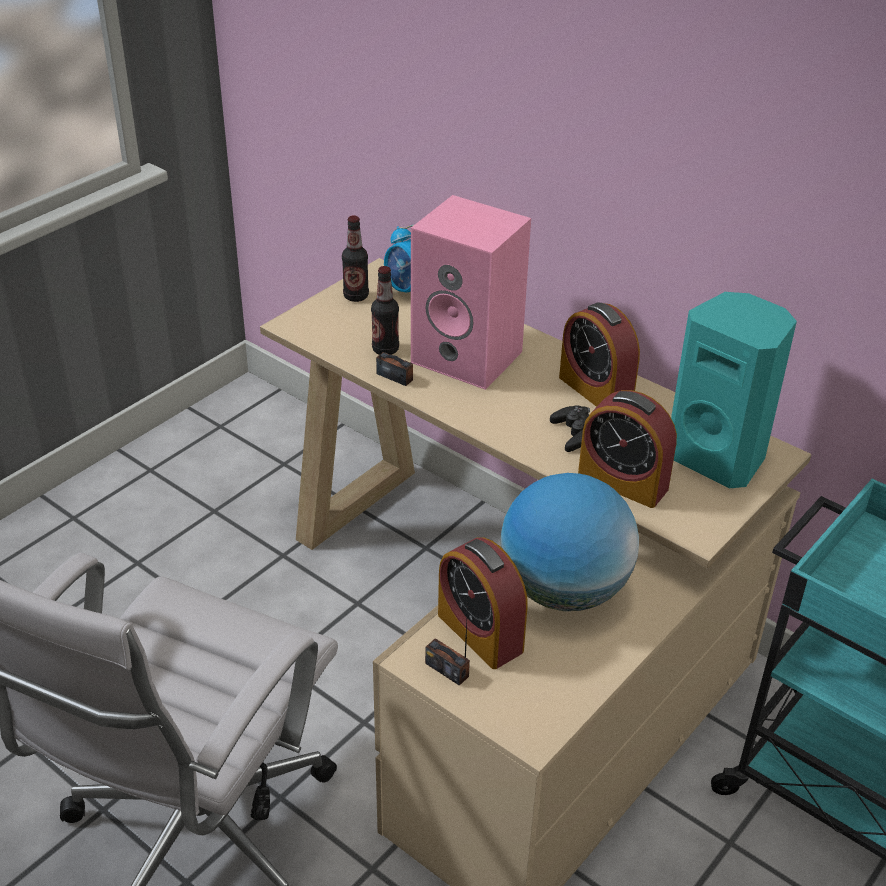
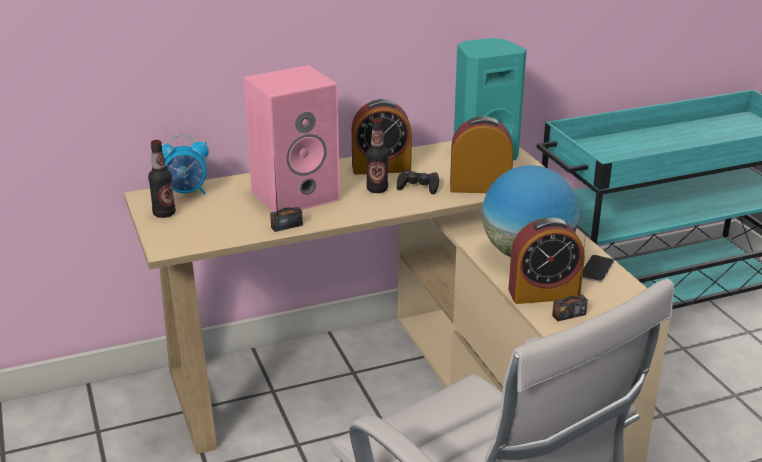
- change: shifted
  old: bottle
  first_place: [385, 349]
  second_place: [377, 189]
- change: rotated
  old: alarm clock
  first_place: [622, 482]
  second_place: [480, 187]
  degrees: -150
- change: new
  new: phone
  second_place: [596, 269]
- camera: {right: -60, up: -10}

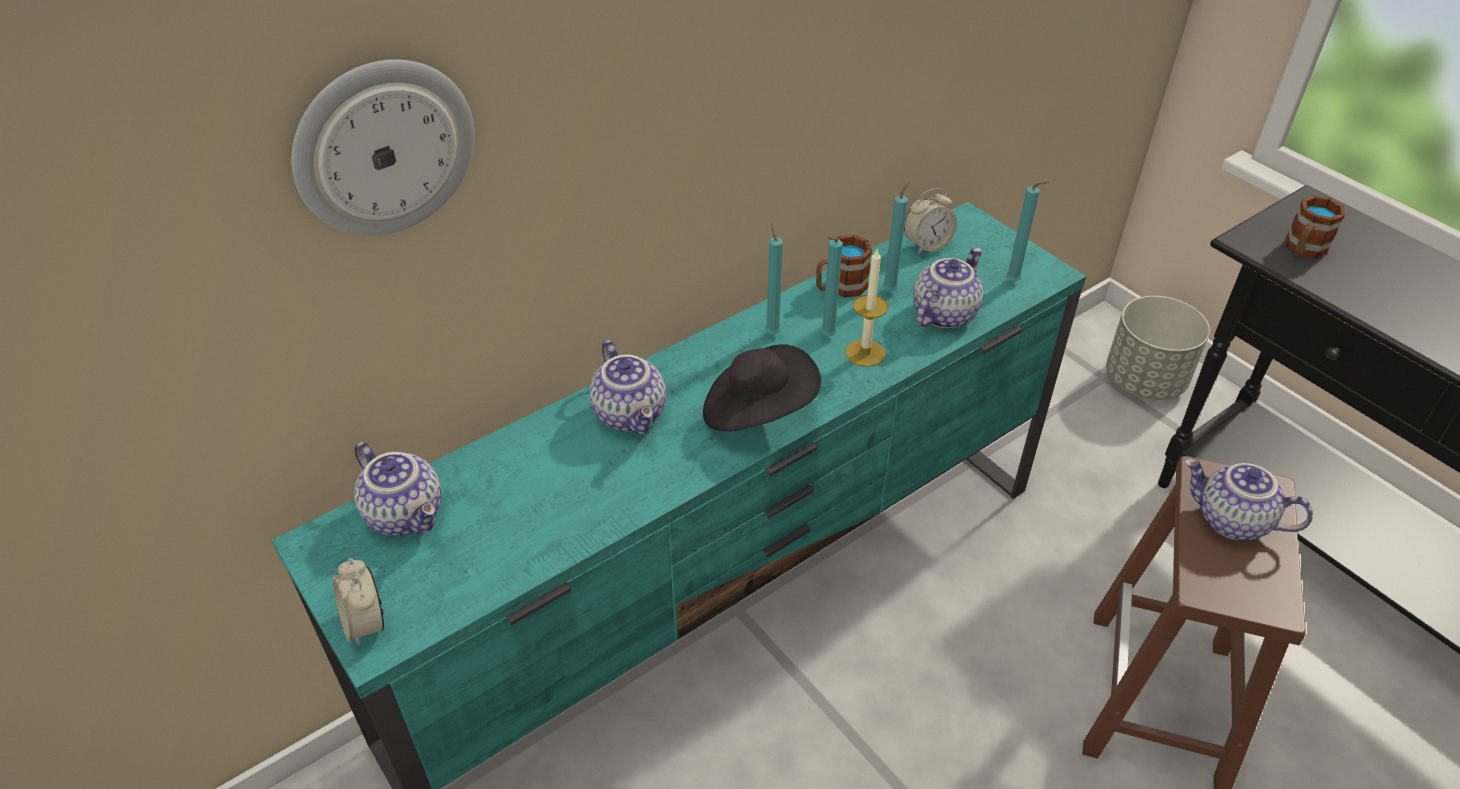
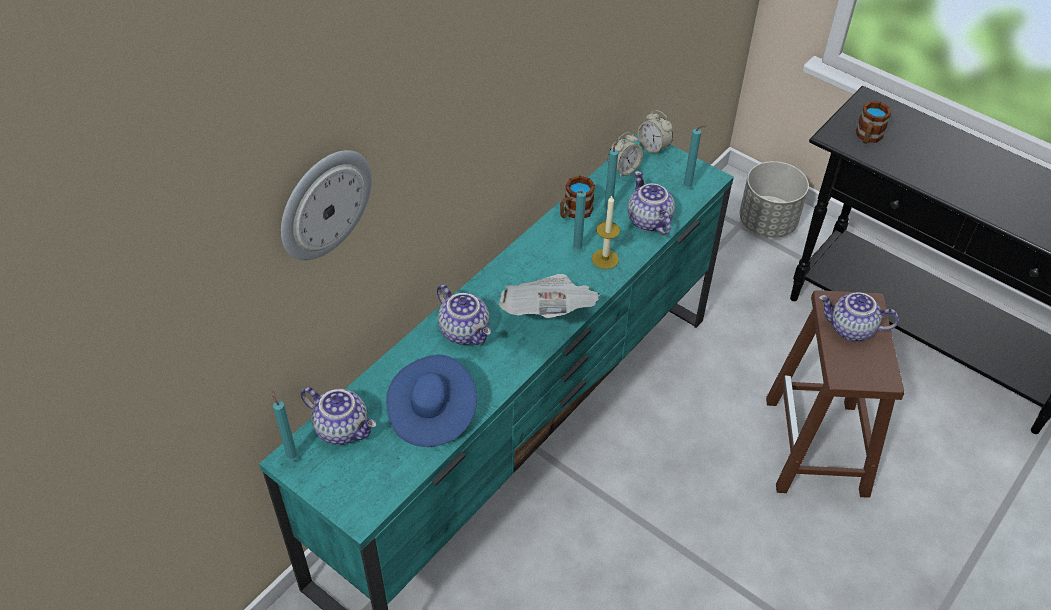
- change: shifted
  old: turquoise candle
  first_place: [772, 332]
  second_place: [292, 457]
- change: new
  new: blue hat
  second_place: [432, 413]
- change: swapped
  old: black hat
  new: newspaper
  first_place: [758, 411]
  second_place: [548, 313]
- change: rotated
  old: teapot
  first_place: [943, 313]
  second_place: [647, 220]
  degrees: -45
- change: shifted
  old: alarm clock
  first_place: [366, 623]
  second_place: [653, 147]
- camera: {right: -15, up: 5}

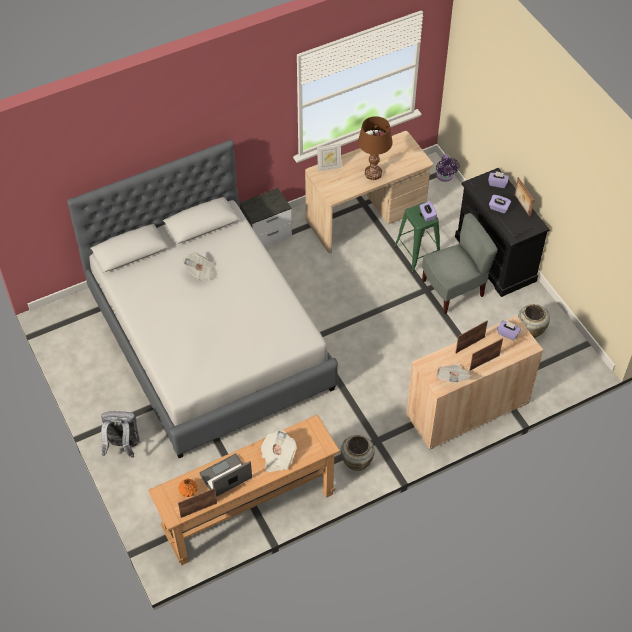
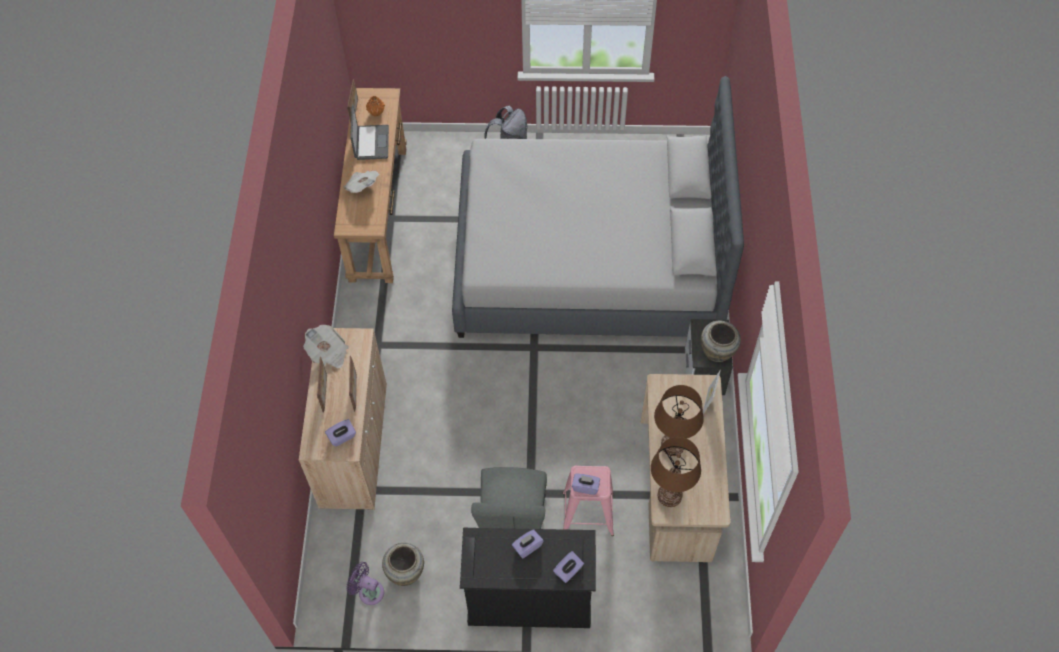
- change: shifted
  old: purple fan
  first_place: [445, 176]
  second_place: [368, 591]
- change: repainted
  old: green stool
  new: pink stool
  first_place: [417, 253]
  second_place: [588, 513]
- change: new
  new: brown table lamp
  second_place: [669, 495]
- change: shifted
  old: beige vase
  first_place: [357, 461]
  second_place: [717, 353]
- change: gone
  old: newspaper
  first_place: [202, 273]
- change: gone
  old: picture frame
  first_place: [521, 206]
- camera: {right: 120, up: 5}

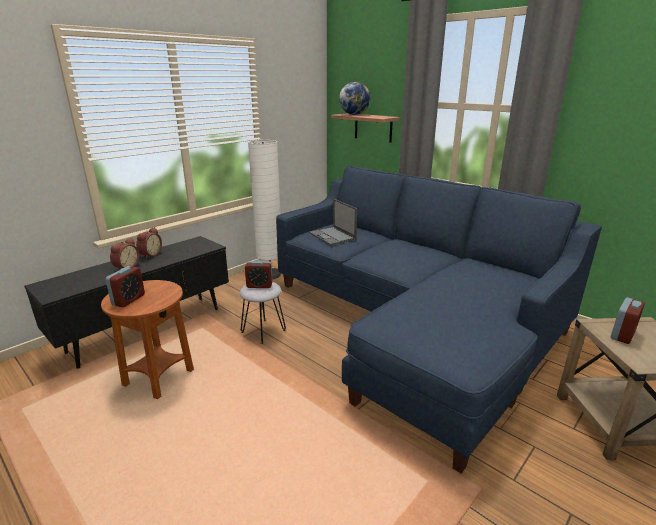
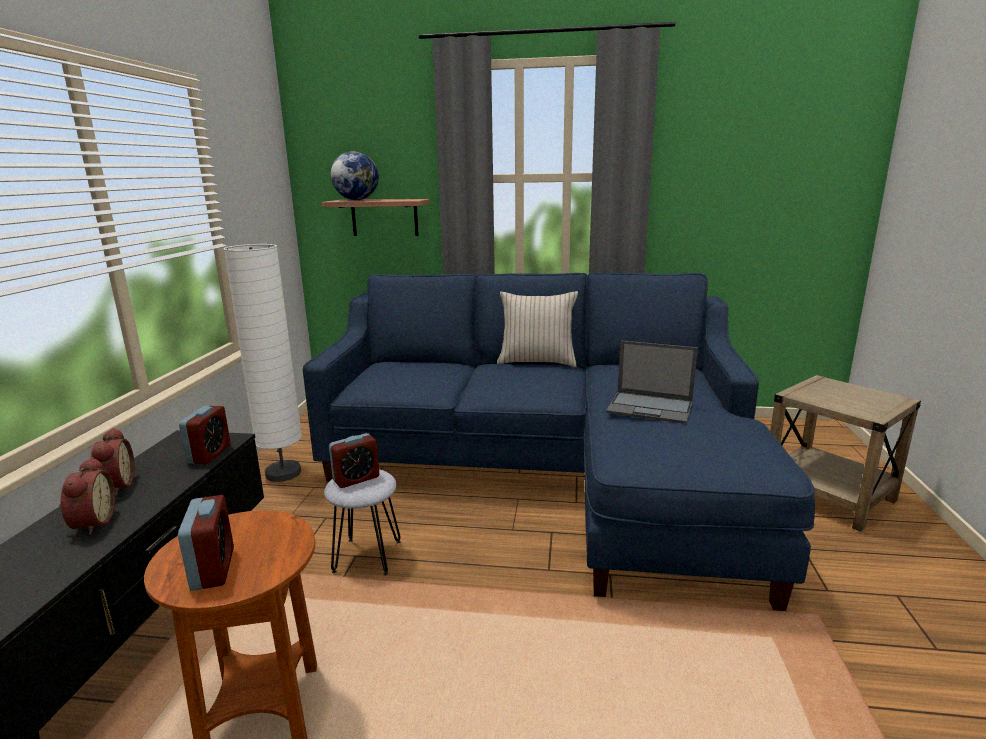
- change: shifted
  old: alarm clock
  first_place: [622, 335]
  second_place: [209, 454]
- change: new
  new: beige pillow
  second_place: [537, 362]
- change: shifted
  old: laptop
  first_place: [332, 236]
  second_place: [651, 407]
- camera: {right: -35, up: -5}

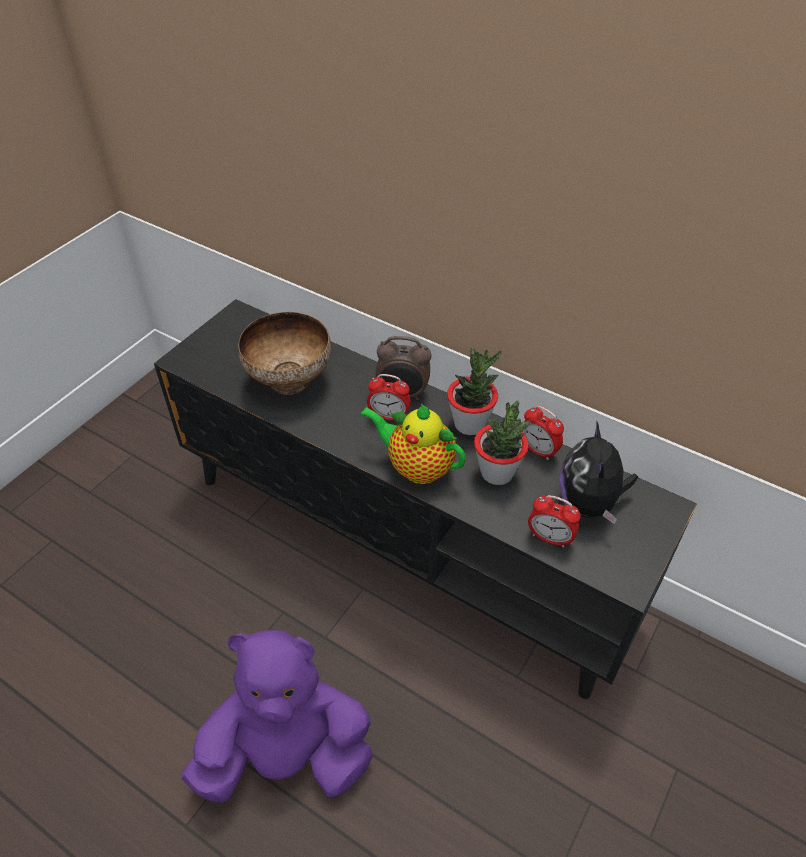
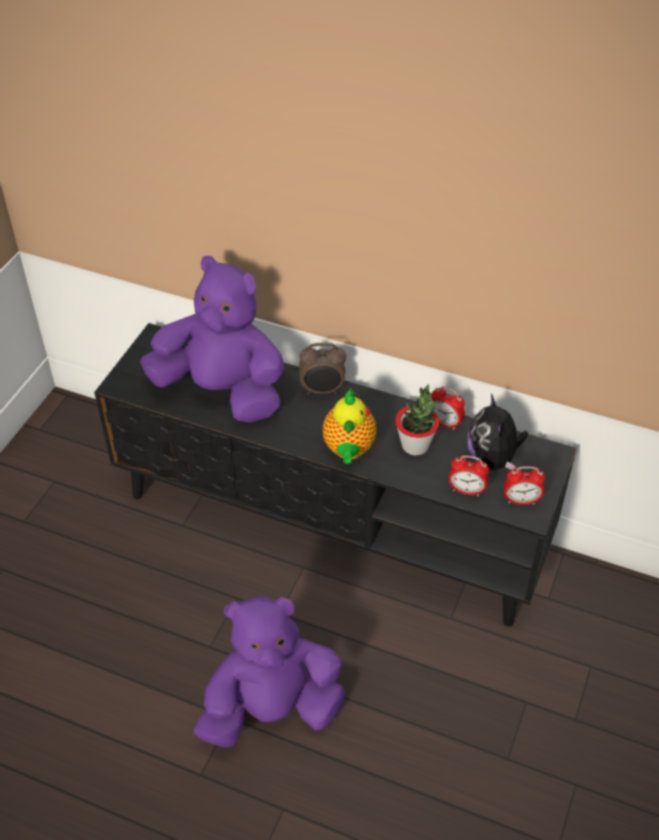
- change: swapped
  old: bowl
  new: purple plush toy
  first_place: [291, 381]
  second_place: [222, 391]
- change: rotated
  old: teapot
  first_place: [416, 467]
  second_place: [348, 450]
  degrees: -105
- change: shifted
  old: alarm clock
  first_place: [389, 416]
  second_place: [521, 501]
- change: gone
  old: potted plant
  first_place: [470, 424]
- camera: {right: -10, up: 0}

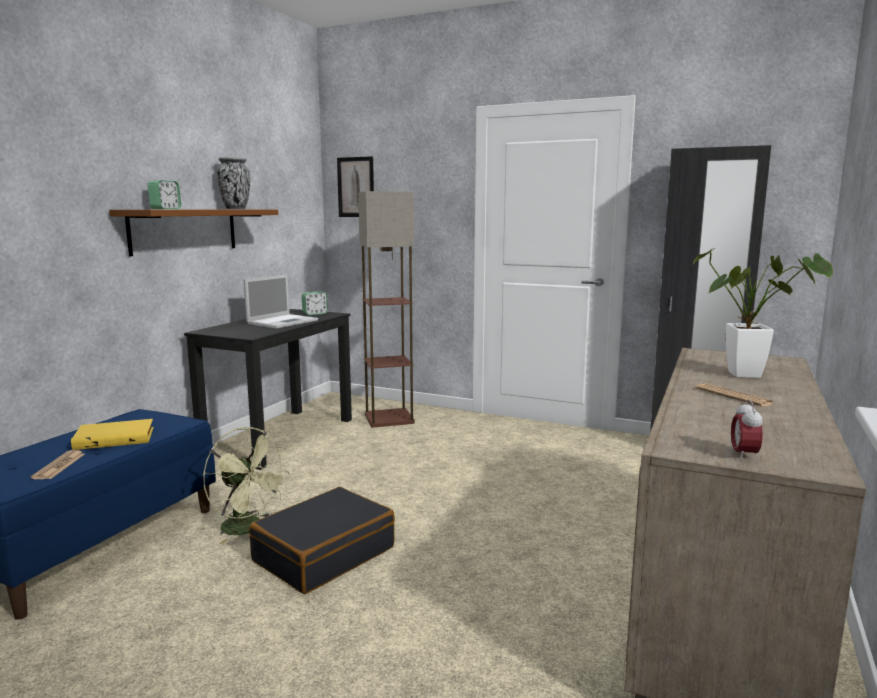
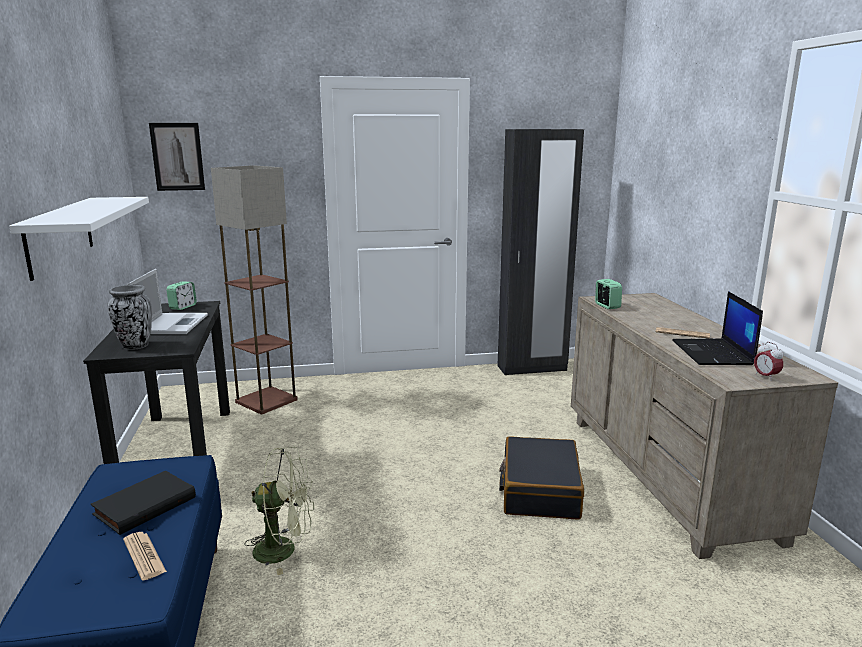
- change: repainted
  old: brown shelf
  new: white shelf
  first_place: [184, 230]
  second_place: [60, 235]
- change: repainted
  old: yellow book
  new: black book
  first_place: [115, 438]
  second_place: [144, 505]
- change: shifted
  old: vase
  first_place: [235, 209]
  second_place: [135, 346]
- change: shifted
  old: black suitcase
  first_place: [324, 554]
  second_place: [539, 490]
- change: shifted
  old: alarm clock
  first_place: [165, 209]
  second_place: [607, 306]
- change: new
  new: laptop
  second_place: [713, 353]
- change: gone
  old: potted plant
  first_place: [752, 375]
- camera: {right: -35, up: 5}

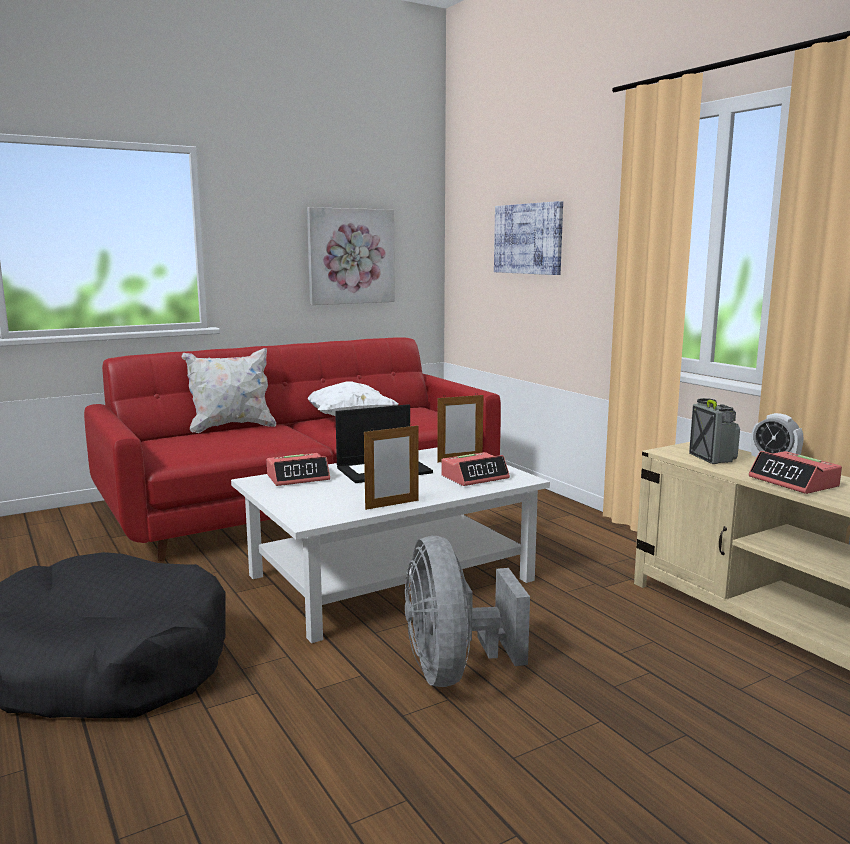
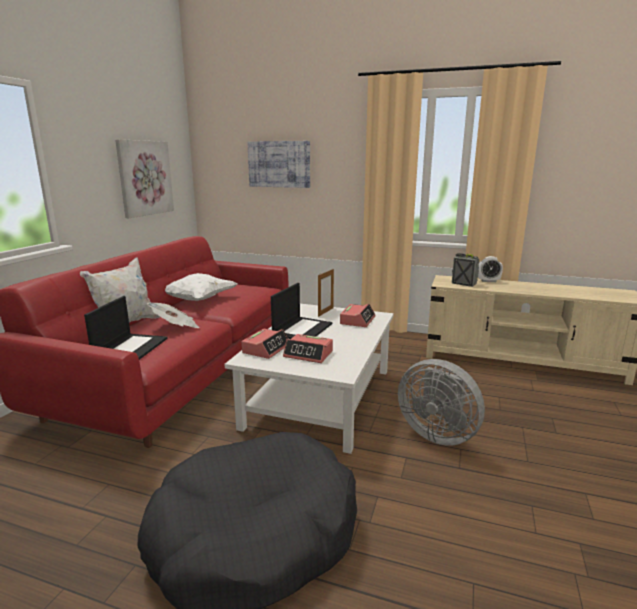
- change: new
  new: laptop
  second_place: [131, 348]
- change: new
  new: newspaper
  second_place: [175, 327]
- change: shifted
  old: alarm clock
  first_place: [794, 482]
  second_place: [308, 354]
- change: gone
  old: picture frame
  first_place: [392, 504]
- camera: {right: -40, up: 5}

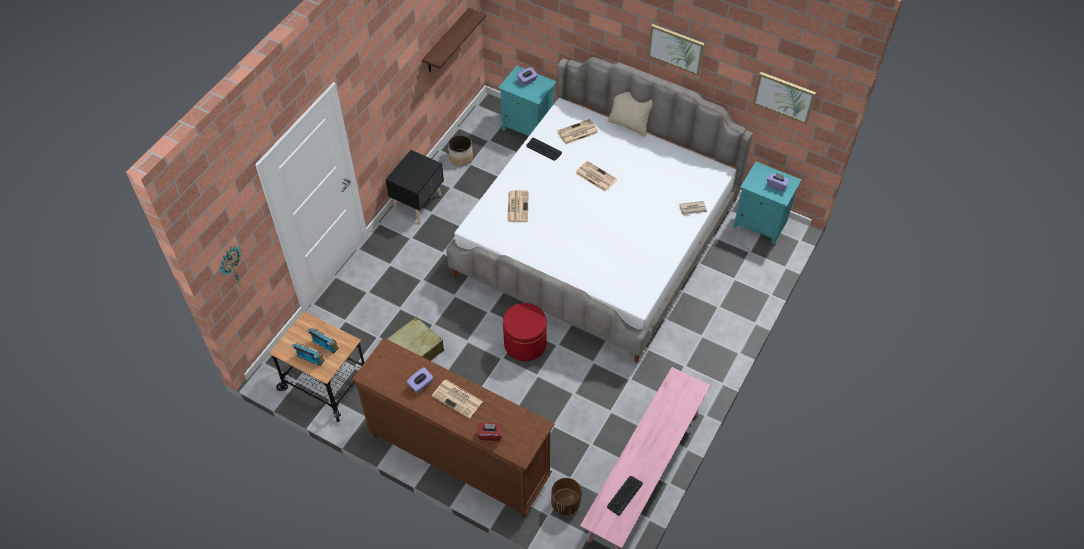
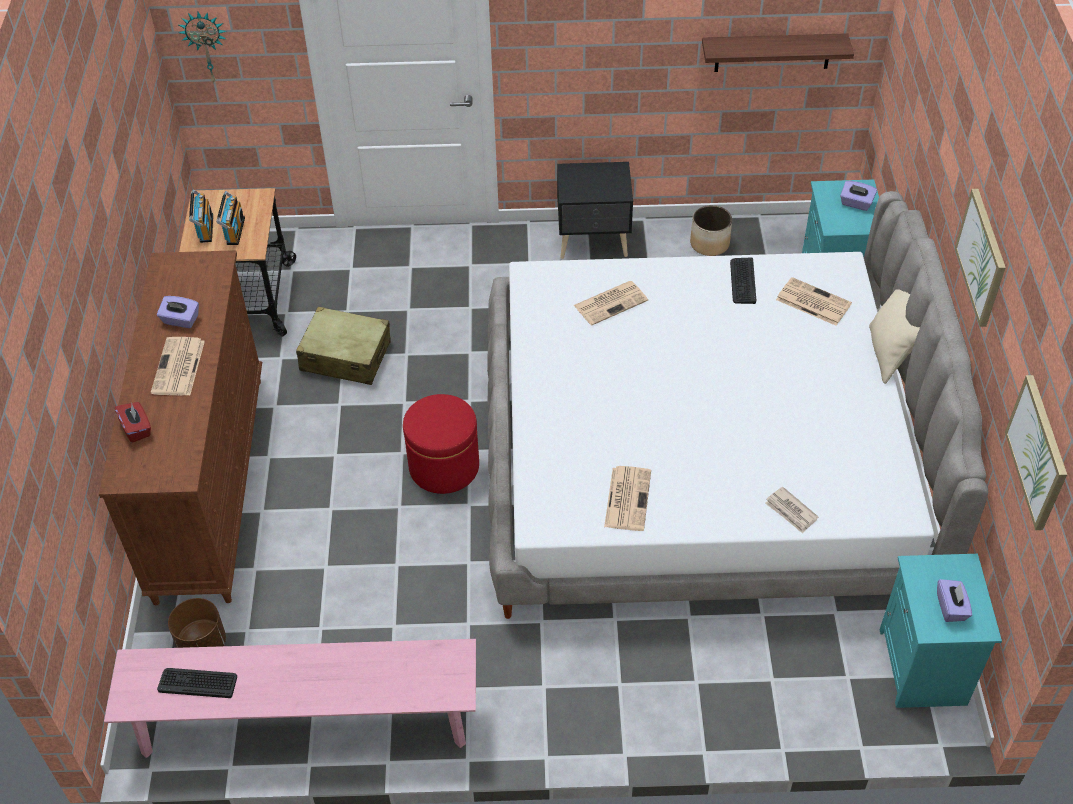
- change: shifted
  old: newspaper
  first_place: [595, 176]
  second_place: [627, 498]
- camera: {right: 60, up: -5}

